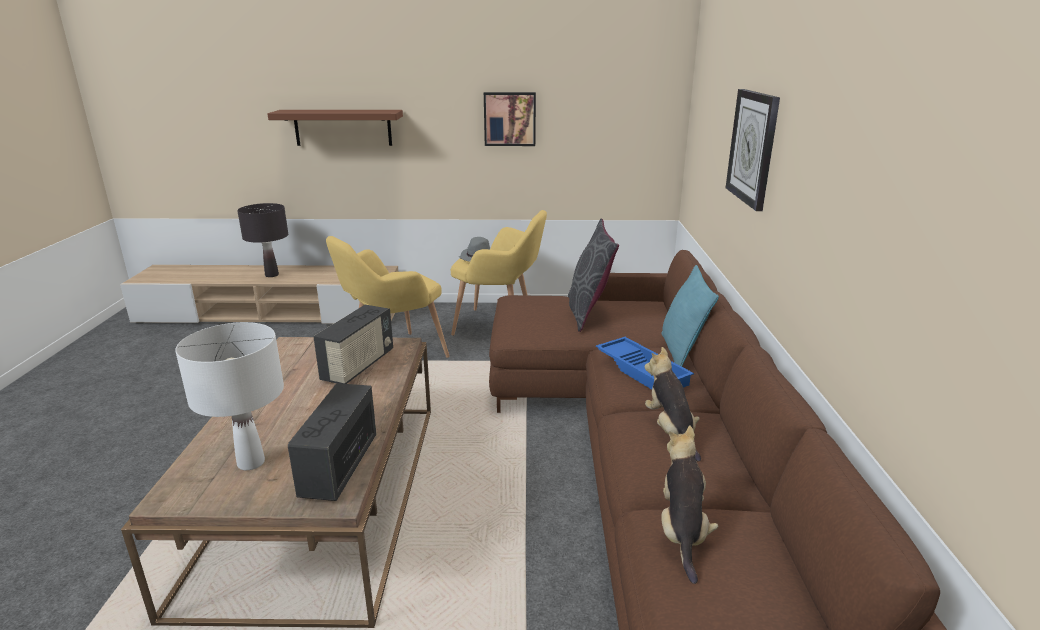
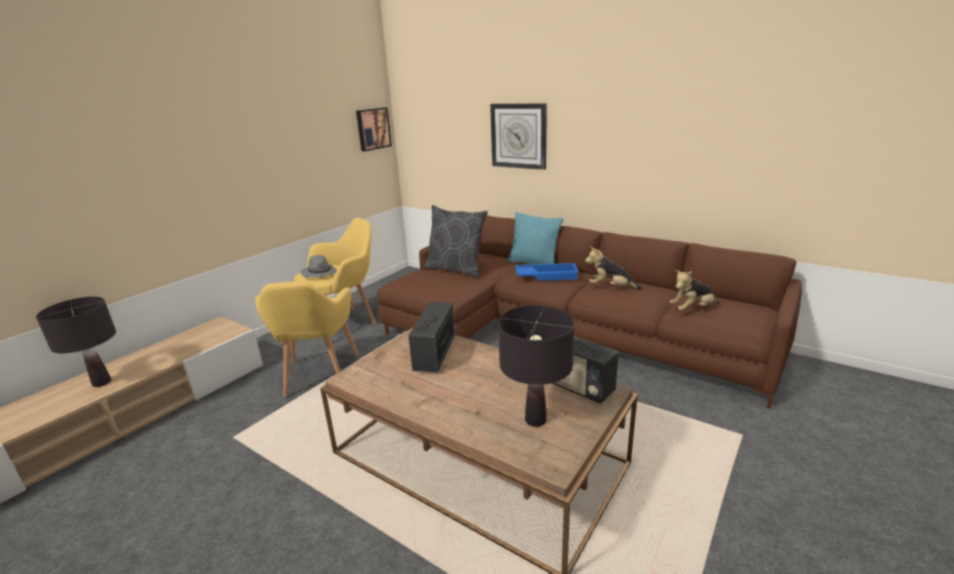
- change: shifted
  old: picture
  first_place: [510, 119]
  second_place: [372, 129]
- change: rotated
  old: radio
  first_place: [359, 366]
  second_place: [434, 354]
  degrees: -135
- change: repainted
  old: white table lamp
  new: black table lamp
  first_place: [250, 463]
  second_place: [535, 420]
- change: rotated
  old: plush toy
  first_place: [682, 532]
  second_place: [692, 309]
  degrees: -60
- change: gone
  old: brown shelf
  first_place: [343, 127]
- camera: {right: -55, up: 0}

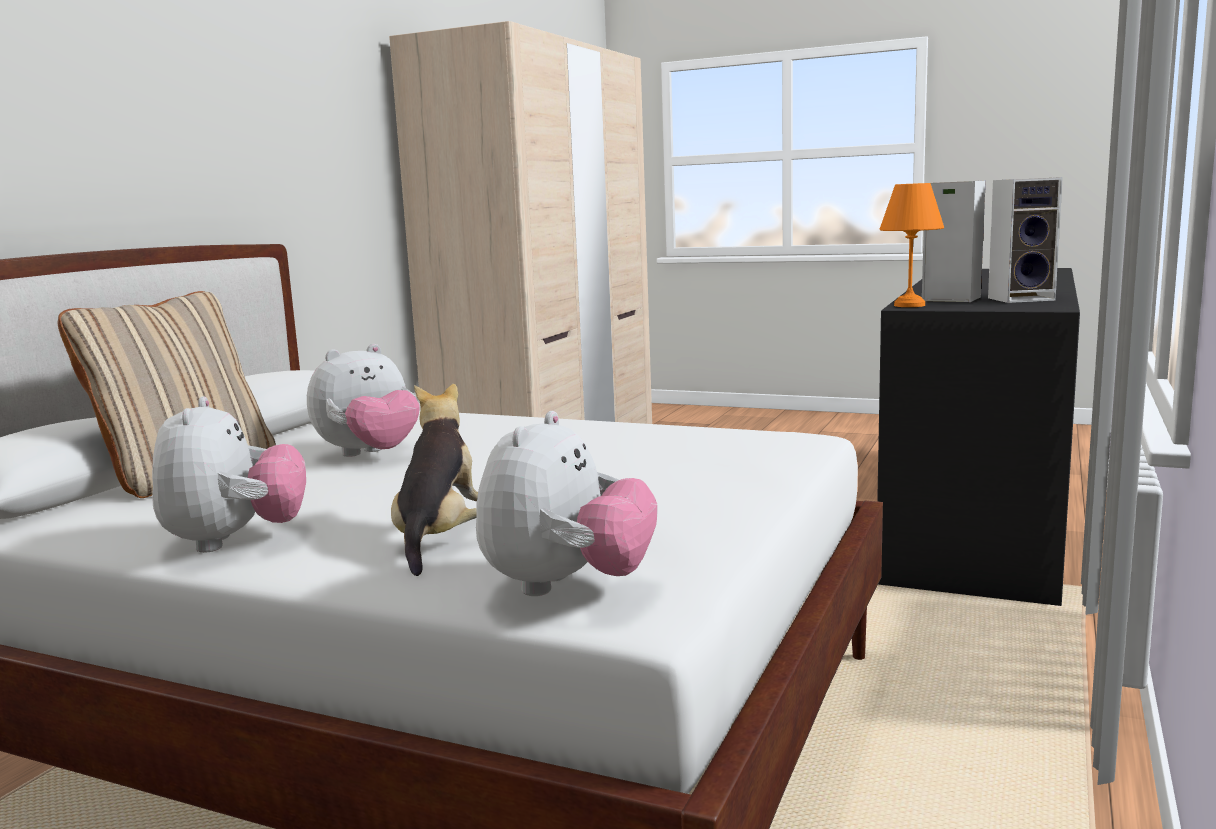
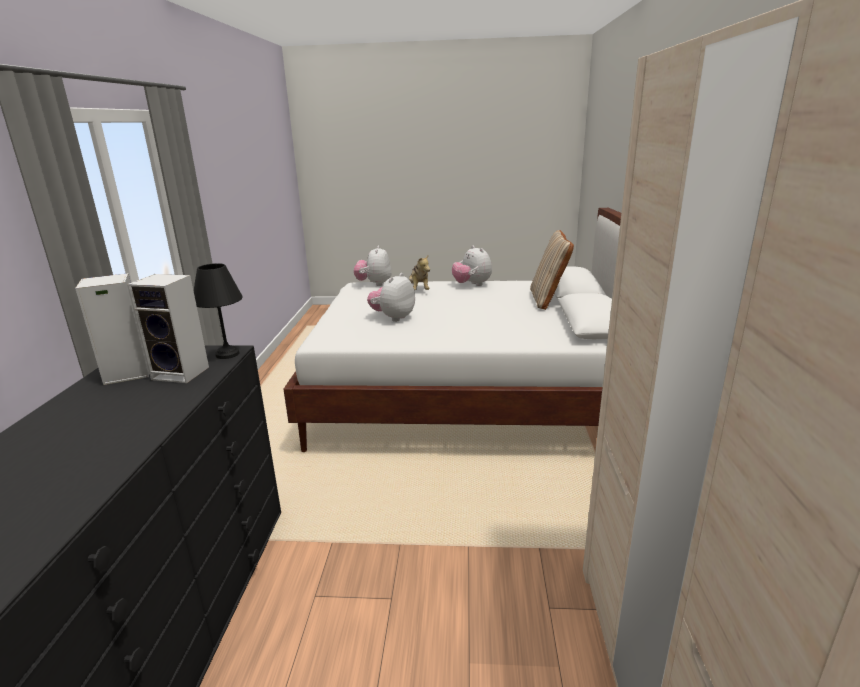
- change: repainted
  old: orange table lamp
  new: black table lamp
  first_place: [911, 305]
  second_place: [226, 354]
- change: shifted
  old: plush toy
  first_place: [369, 455]
  second_place: [393, 318]
- camera: {right: 160, up: 10}

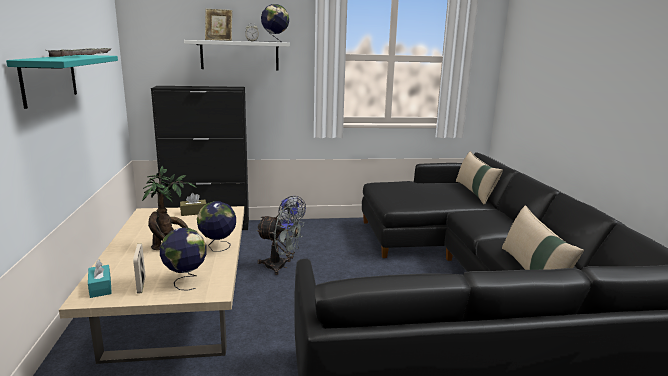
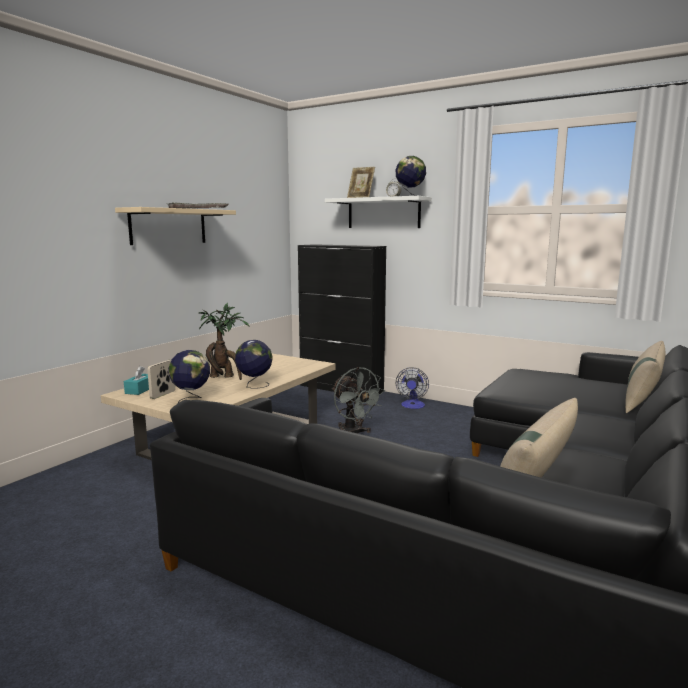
- change: repainted
  old: turquoise shelf
  new: beige shelf
  first_place: [49, 79]
  second_place: [168, 226]
- change: gone
  old: brown tissue box
  first_place: [193, 212]
- camera: {right: 40, up: -5}

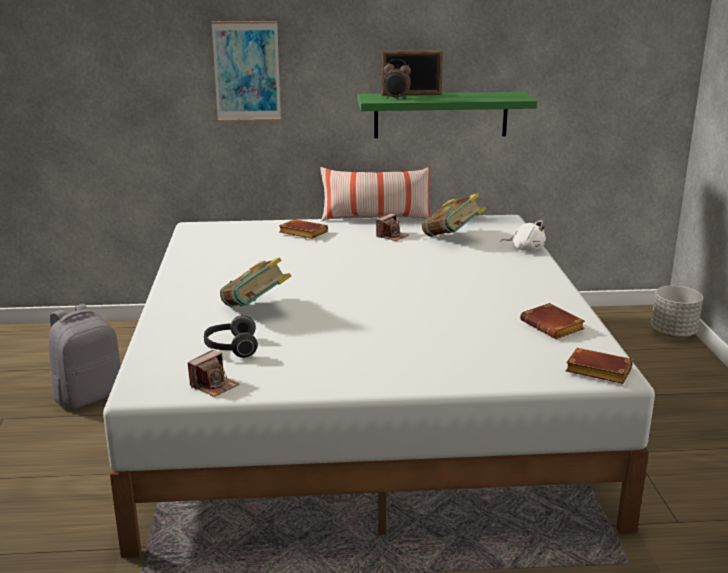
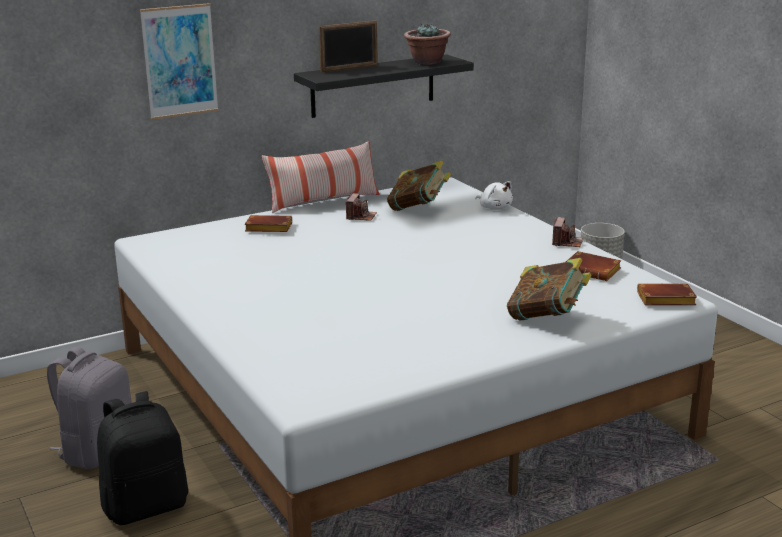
- change: new
  new: black backpack
  second_place: [146, 506]
- change: repainted
  old: green shelf
  new: black shelf
  first_place: [440, 115]
  second_place: [373, 86]
- change: new
  new: potted plant
  second_place: [427, 62]
- change: rotated
  old: white plush toy
  first_place: [525, 249]
  second_place: [494, 208]
  degrees: 45
- change: shifted
  old: book
  first_place: [256, 309]
  second_place: [547, 318]
- change: shifted
  old: photo camera
  first_place: [214, 385]
  second_place: [566, 242]
- change: gone
  old: headphones
  first_place: [231, 348]
- change: gone
  old: alarm clock
  first_place: [396, 98]
- camera: {right: -25, up: 0}

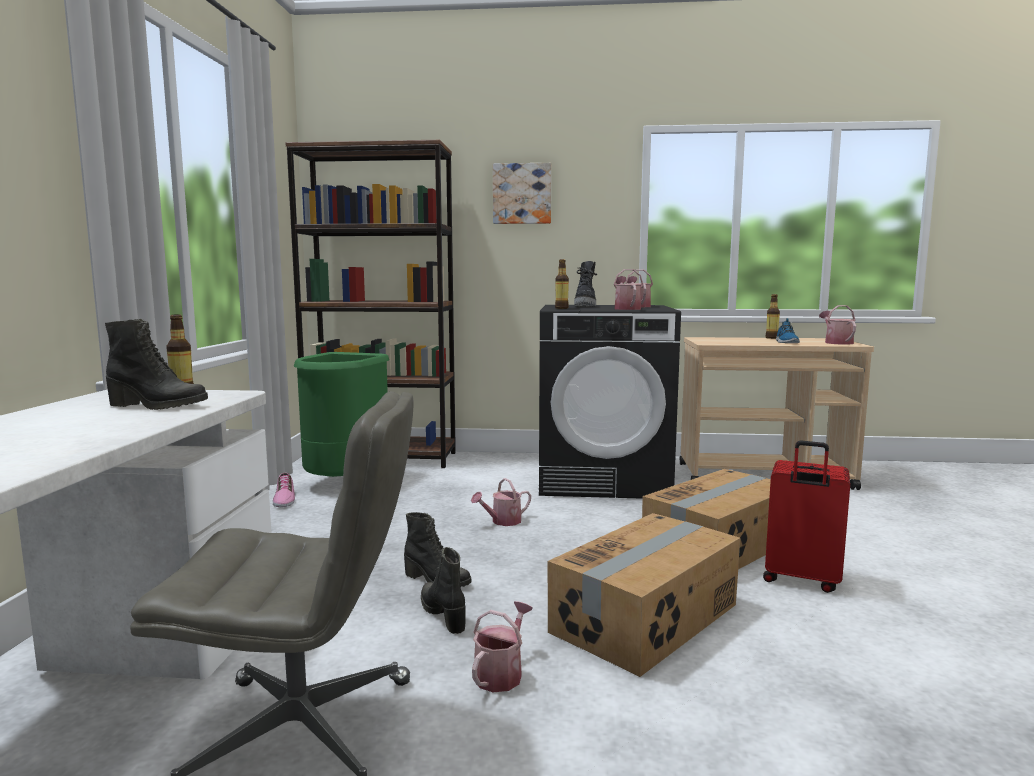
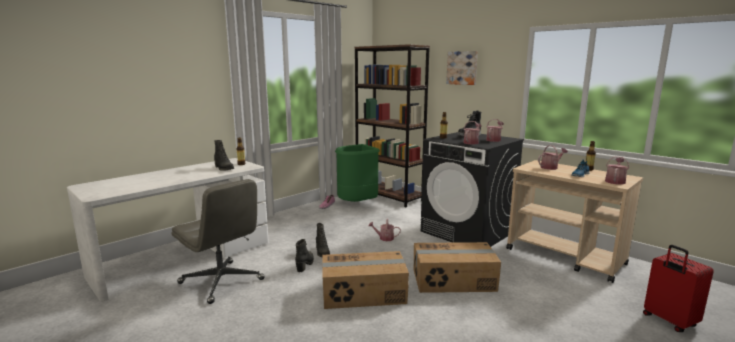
- change: shifted
  old: watering can
  first_place: [501, 673]
  second_place: [550, 167]
- change: shifted
  old: red suitcase
  first_place: [801, 580]
  second_place: [668, 321]
- camera: {right: 40, up: 5}

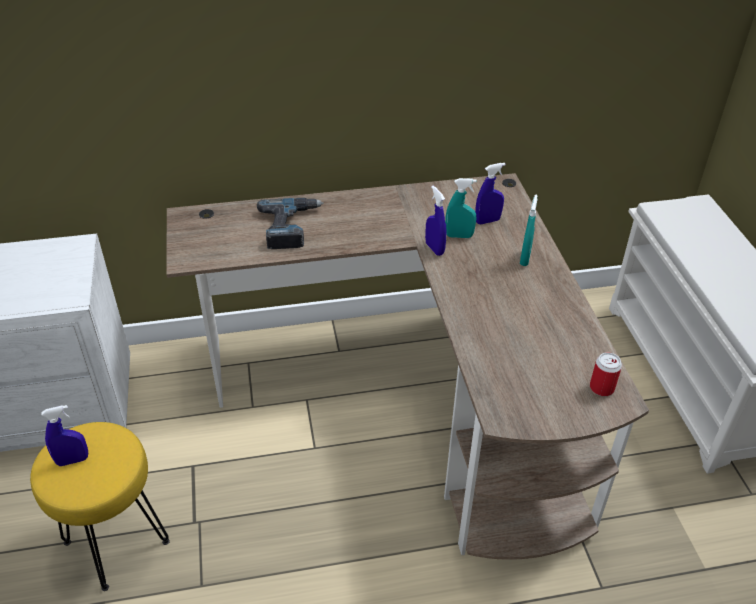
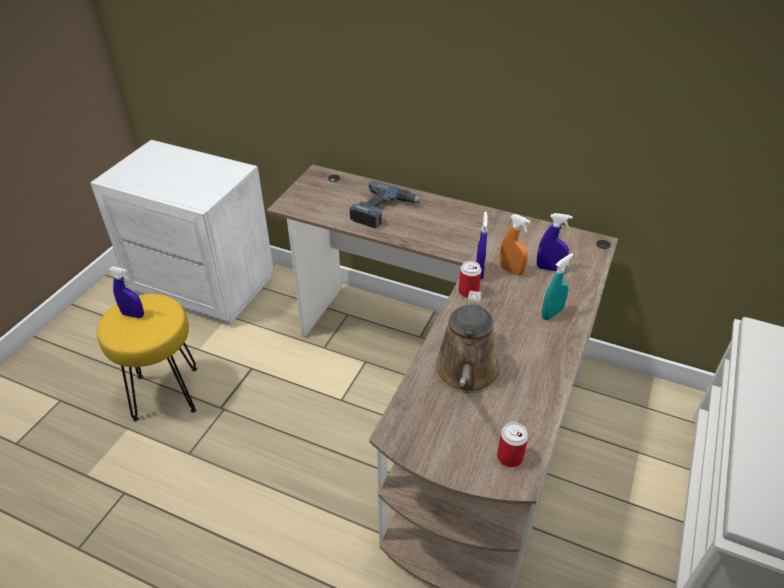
- change: new
  new: brown watering can
  second_place: [466, 374]
- change: new
  new: can
  second_place: [468, 292]
- change: repainted
  old: turquoise spray bottle
  new: orange spray bottle
  first_place: [459, 236]
  second_place: [511, 270]
- camera: {right: 35, up: 0}

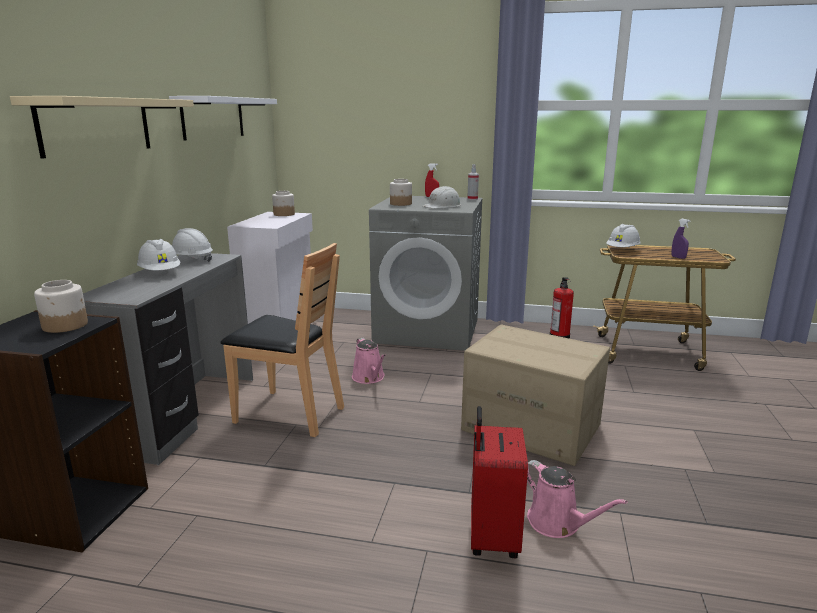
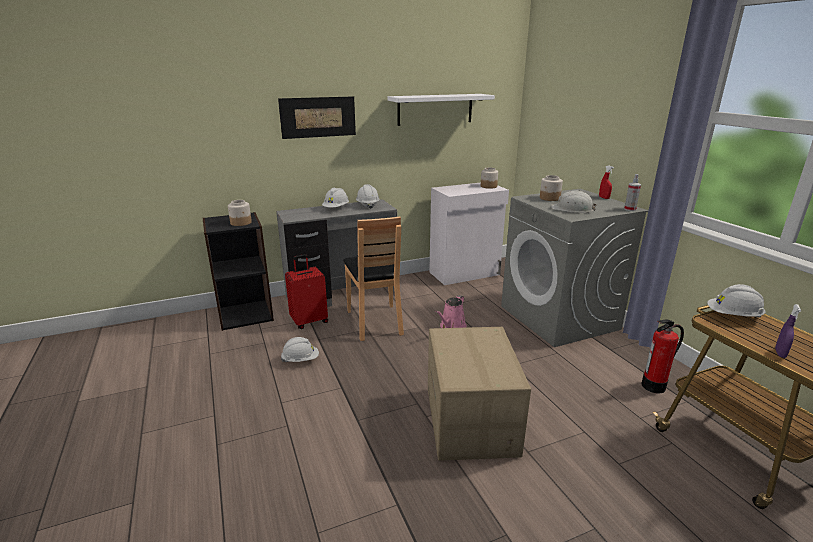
- change: swapped
  old: beige shelf
  new: picture
  first_place: [97, 125]
  second_place: [318, 117]
- change: new
  new: white hard hat
  second_place: [300, 360]
- change: shifted
  old: red suitcase
  first_place: [491, 538]
  second_place: [309, 321]
- change: gone
  old: pink watering can
  first_place: [558, 523]
- camera: {right: 55, up: 5}

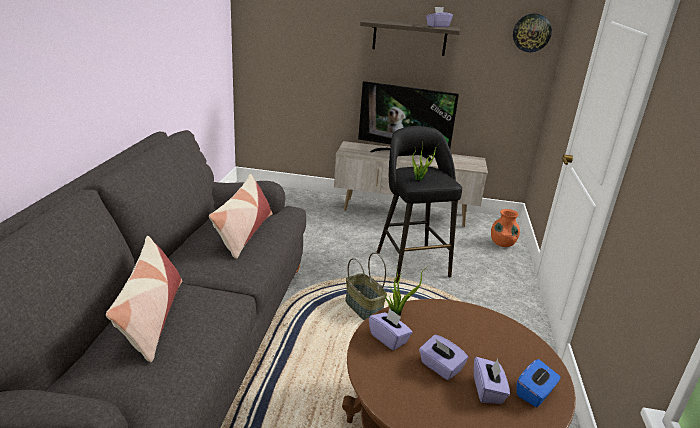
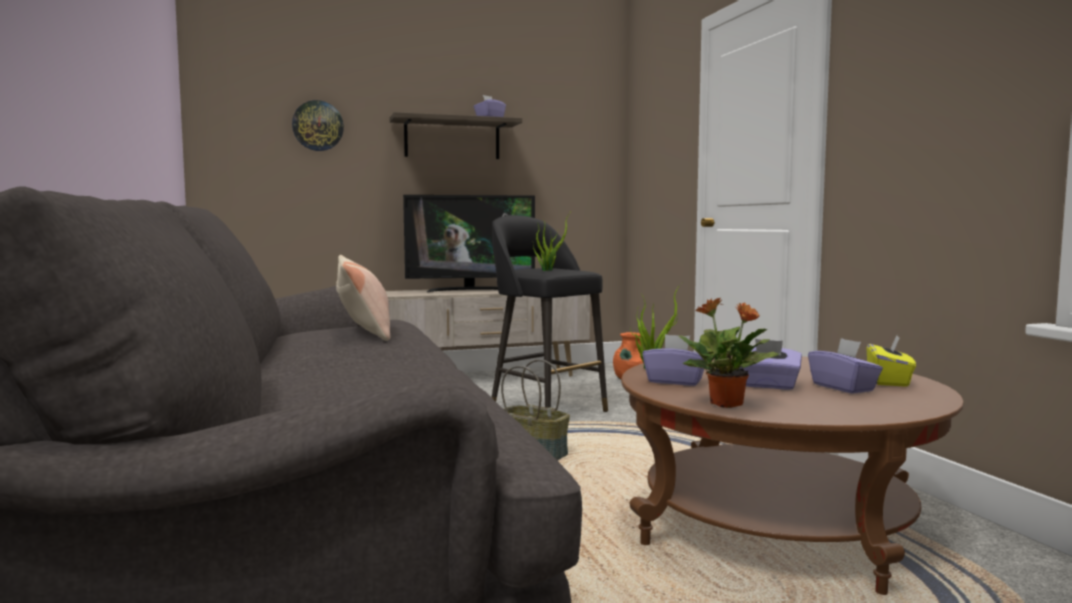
- change: shifted
  old: wall clock
  first_place: [531, 32]
  second_place: [318, 126]
- change: new
  new: potted plant
  second_place: [727, 404]
- change: repainted
  old: blue tissue box
  new: yellow tissue box
  first_place: [535, 393]
  second_place: [889, 381]
- change: gone
  old: pillow
  first_place: [151, 318]
- camera: {right: -25, up: -20}

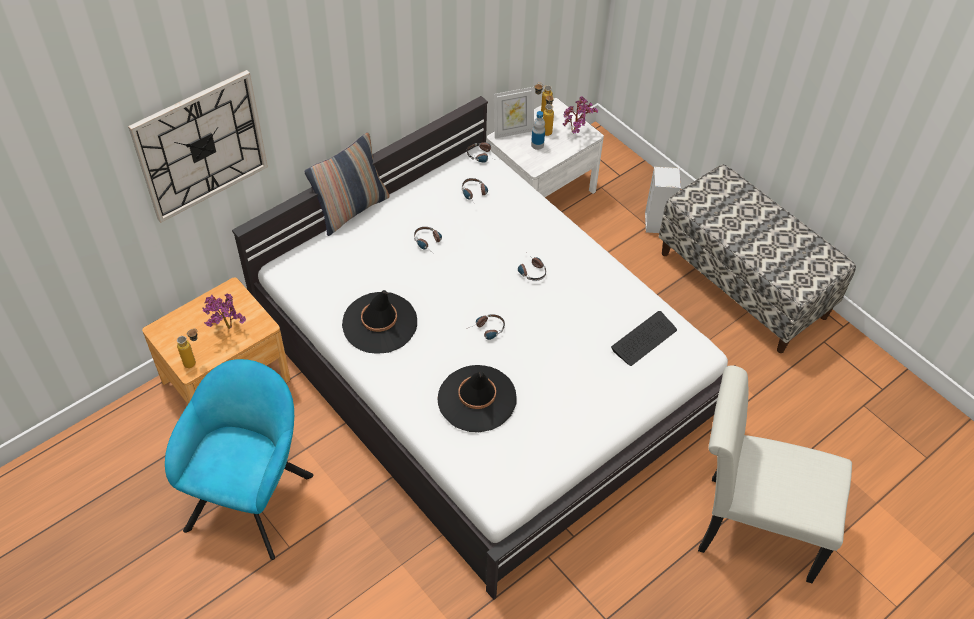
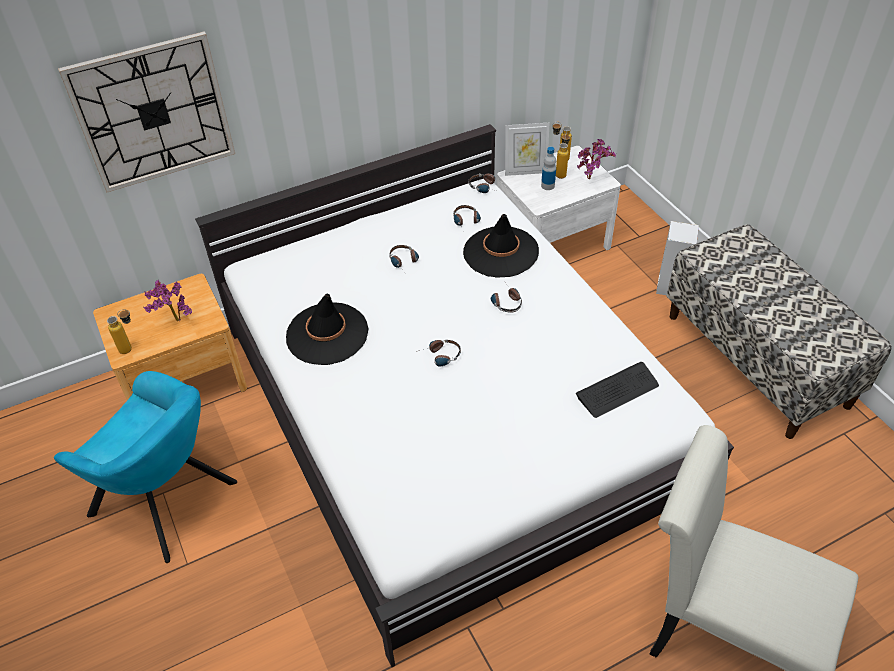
- change: rotated
  old: turquoise armchair
  first_place: [253, 496]
  second_place: [169, 502]
  degrees: 90
- change: shifted
  old: black hat
  first_place: [477, 399]
  second_place: [500, 252]
- change: gone
  old: pillow
  first_place: [351, 210]
- camera: {right: 15, up: -5}

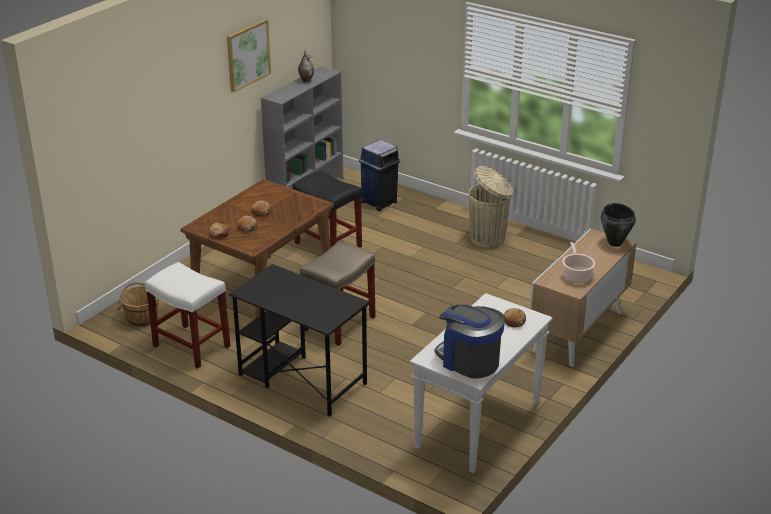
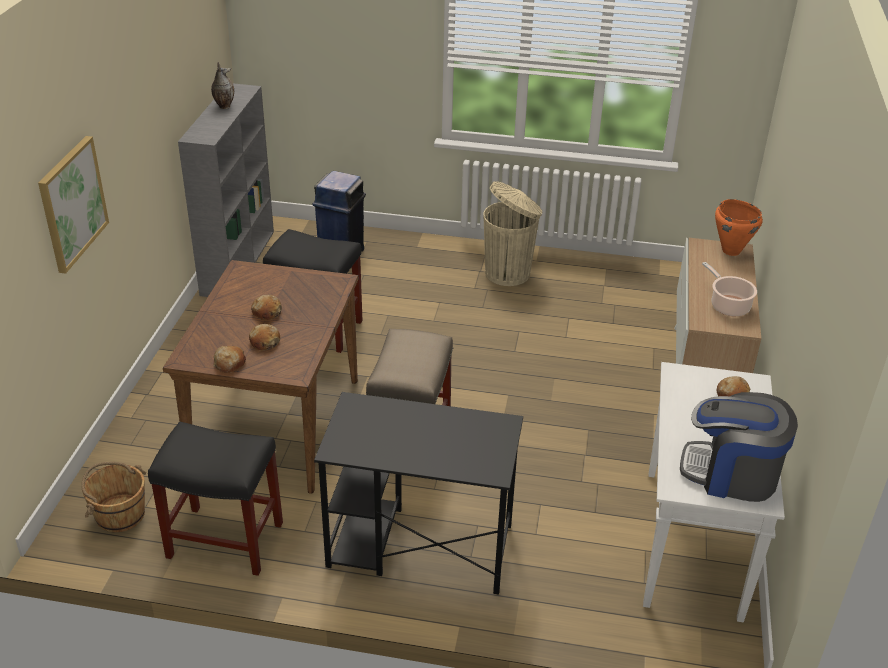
- change: shifted
  old: picture
  first_place: [247, 55]
  second_place: [72, 203]
- change: repainted
  old: white stool
  new: black stool
  first_place: [190, 346]
  second_place: [223, 540]
- change: repainted
  old: black cooking pot
  new: orange cooking pot
  first_place: [615, 243]
  second_place: [731, 250]
- camera: {right: -25, up: 5}

